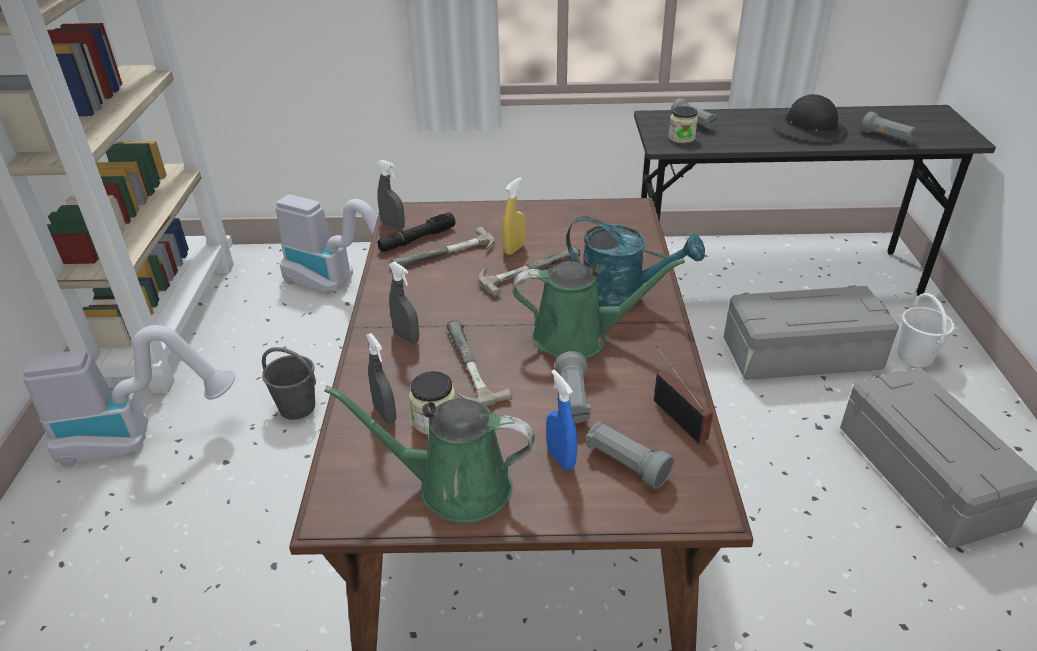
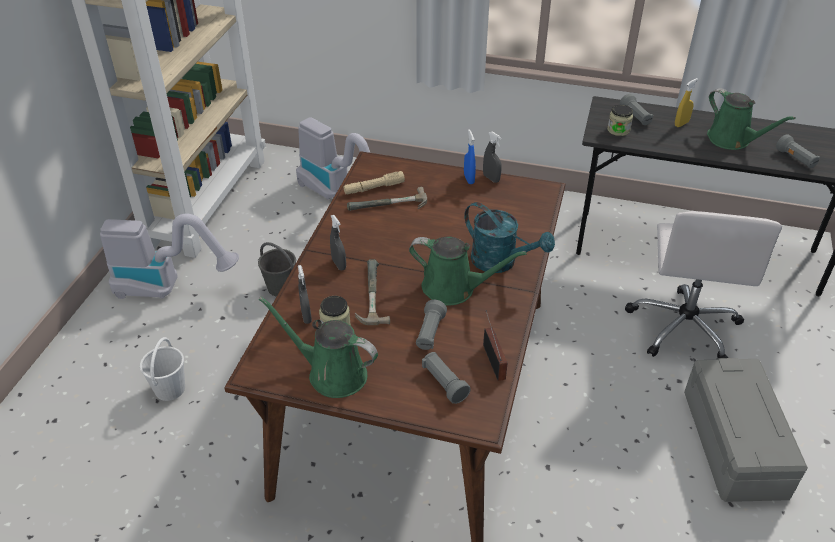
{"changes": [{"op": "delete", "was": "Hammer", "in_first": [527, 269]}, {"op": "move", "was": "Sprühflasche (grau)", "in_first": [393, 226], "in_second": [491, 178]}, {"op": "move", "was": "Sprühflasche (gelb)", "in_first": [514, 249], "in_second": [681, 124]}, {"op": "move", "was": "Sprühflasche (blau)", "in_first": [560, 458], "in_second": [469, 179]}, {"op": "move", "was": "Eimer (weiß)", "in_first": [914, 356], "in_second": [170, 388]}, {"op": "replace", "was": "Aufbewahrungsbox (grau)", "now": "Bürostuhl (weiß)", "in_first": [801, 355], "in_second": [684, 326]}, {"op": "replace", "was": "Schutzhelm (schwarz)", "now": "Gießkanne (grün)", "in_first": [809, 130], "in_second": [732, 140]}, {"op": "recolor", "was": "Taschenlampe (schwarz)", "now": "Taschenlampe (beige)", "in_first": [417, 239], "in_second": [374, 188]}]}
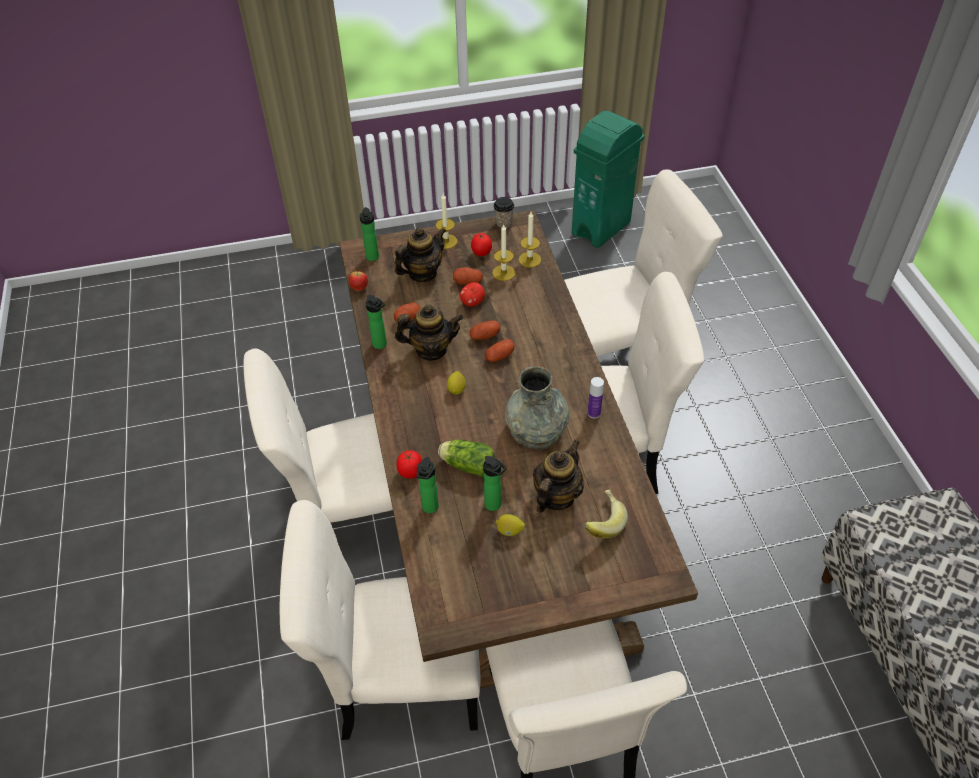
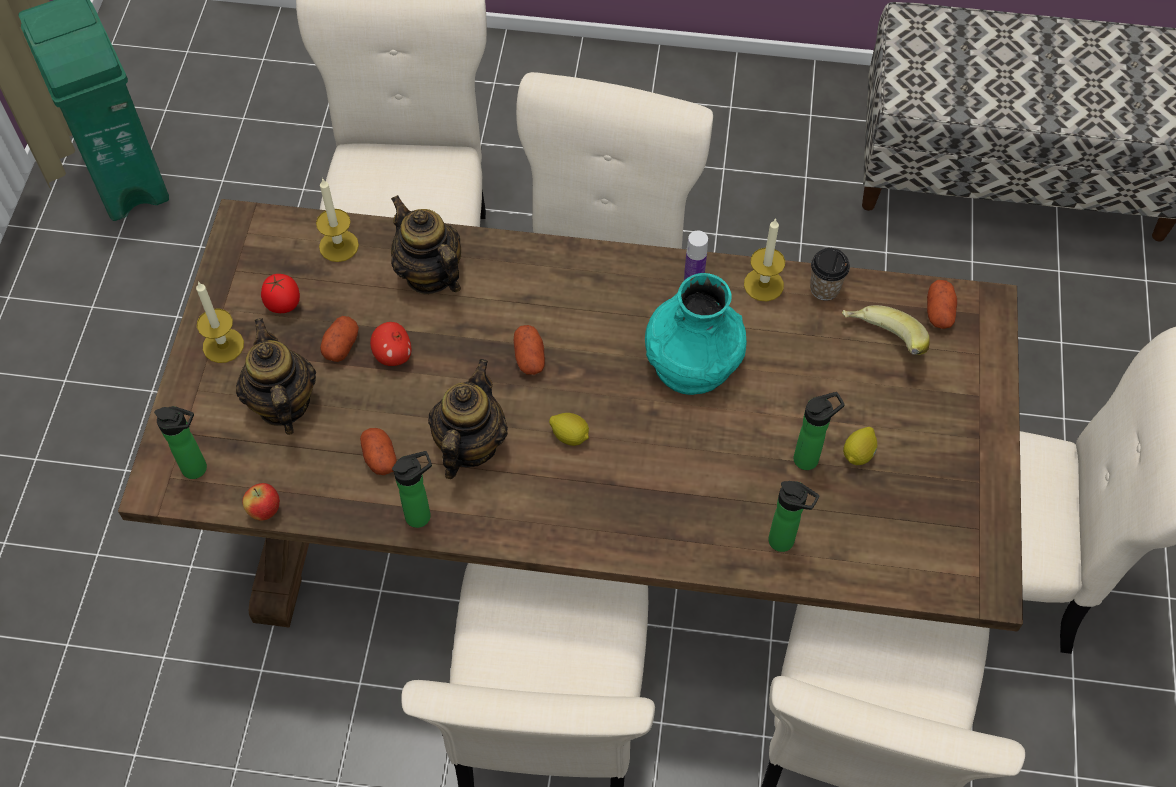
{"changes": [{"op": "delete", "was": "Tomate", "in_first": [410, 472]}, {"op": "delete", "was": "Salatkopf", "in_first": [466, 465]}, {"op": "move", "was": "Kartoffel", "in_first": [485, 336], "in_second": [939, 312]}, {"op": "move", "was": "Kerze", "in_first": [503, 273], "in_second": [763, 284]}, {"op": "move", "was": "Tasse", "in_first": [504, 223], "in_second": [824, 289]}, {"op": "move", "was": "Teekanne", "in_first": [556, 496], "in_second": [429, 274]}, {"op": "recolor", "was": "Vase (grau)", "now": "Vase (türkis)", "in_first": [536, 429], "in_second": [692, 360]}]}
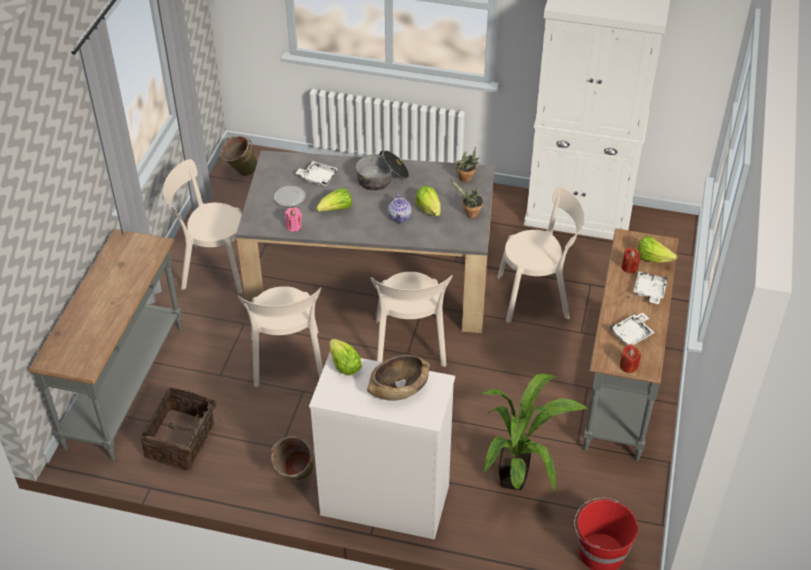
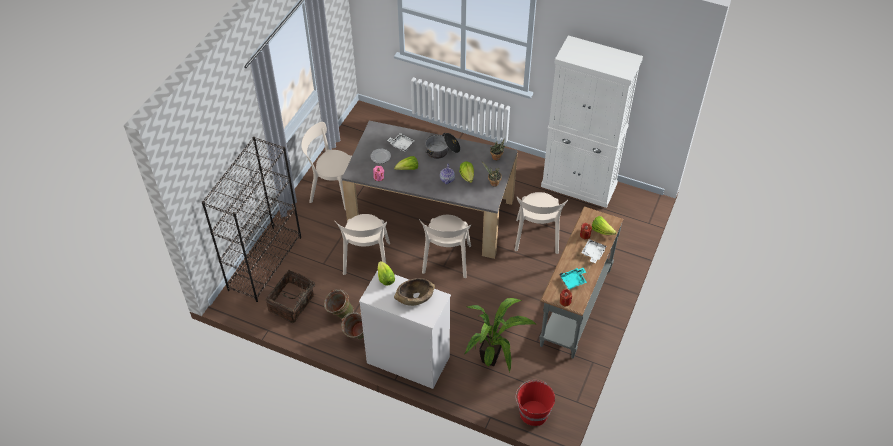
{"changes": [{"op": "move", "was": "Eimer (grün)", "in_first": [240, 172], "in_second": [339, 315]}, {"op": "replace", "was": "Konsolentisch (grau)", "now": "Bücherregal (schwarz)", "in_first": [127, 386], "in_second": [265, 263]}, {"op": "recolor", "was": "Tablett (weiß)", "now": "Tablett (türkis)", "in_first": [632, 334], "in_second": [573, 281]}, {"op": "rotate", "was": "Stuhl (beige)", "in_first": [537, 296], "in_second": [537, 238], "clockwise": 90}]}
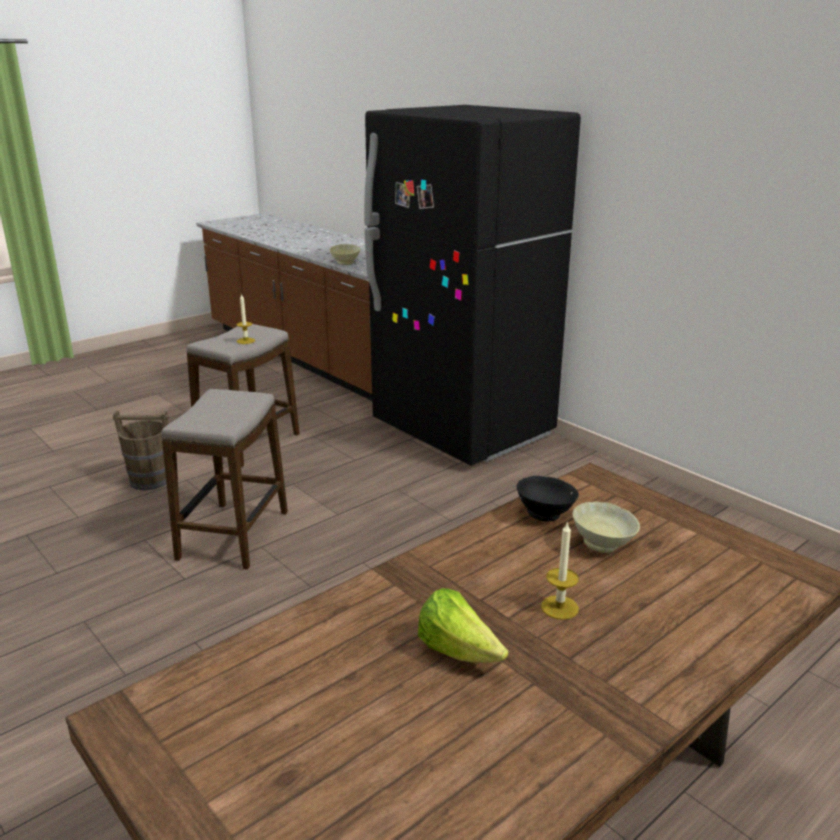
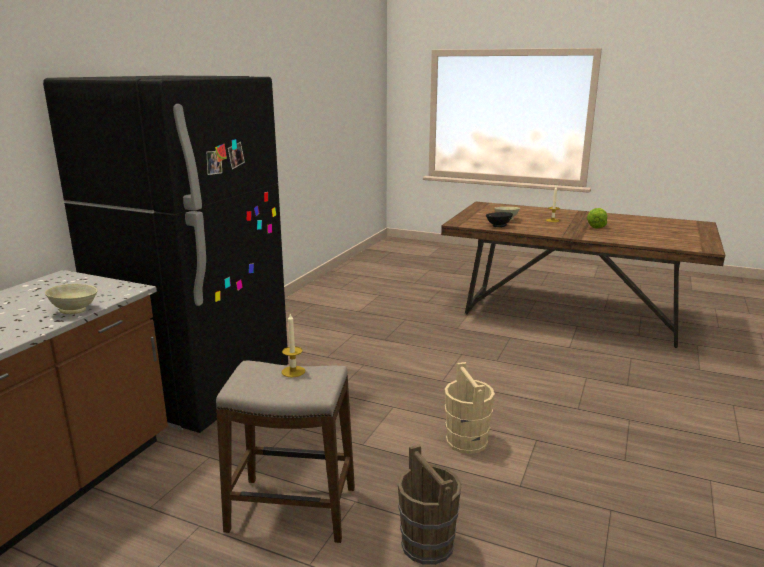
{"changes": [{"op": "replace", "was": "Hocker", "now": "Eimer (beige)", "in_first": [233, 535], "in_second": [466, 441]}]}
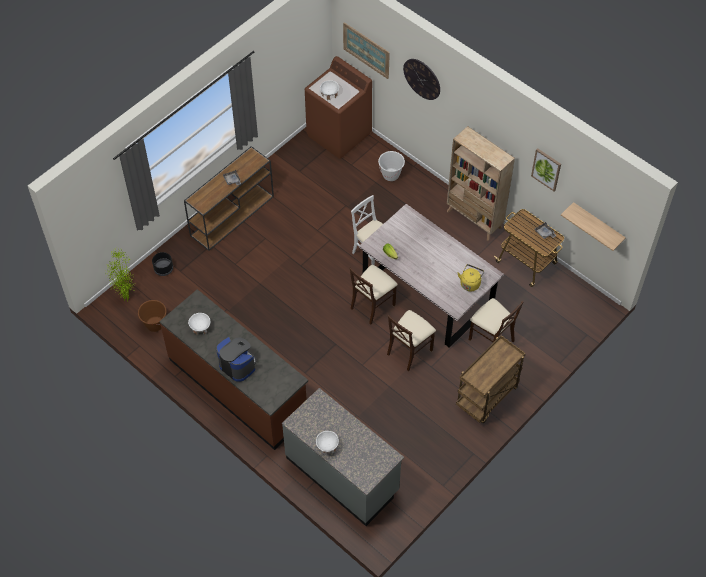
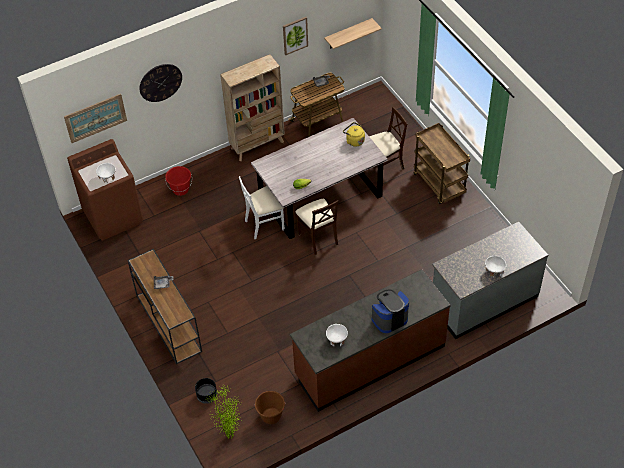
{"changes": [{"op": "delete", "was": "Stuhl (beige)", "in_first": [409, 351]}, {"op": "recolor", "was": "Eimer (weiß)", "now": "Eimer (rot)", "in_first": [391, 175], "in_second": [180, 189]}]}
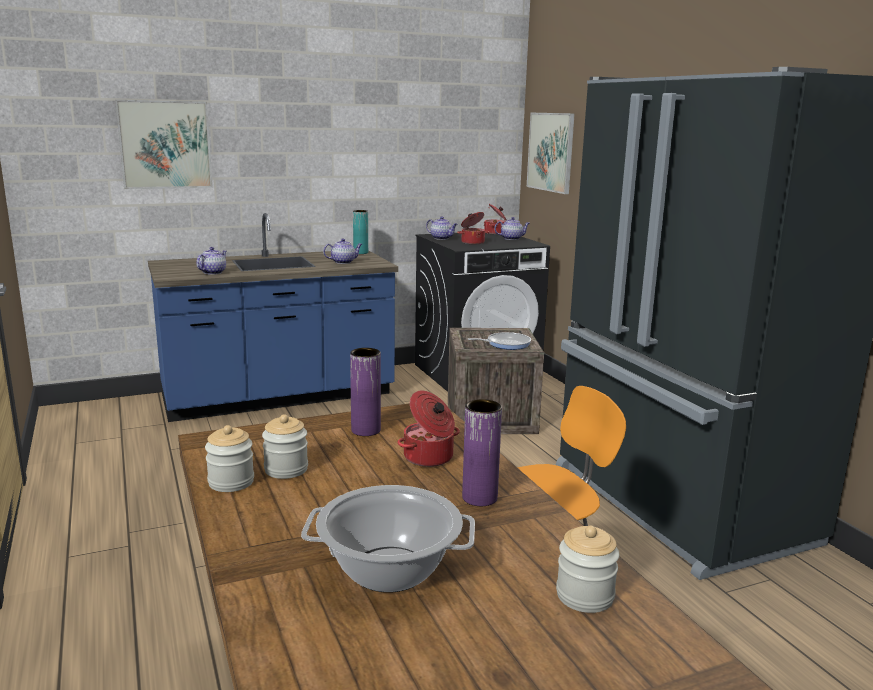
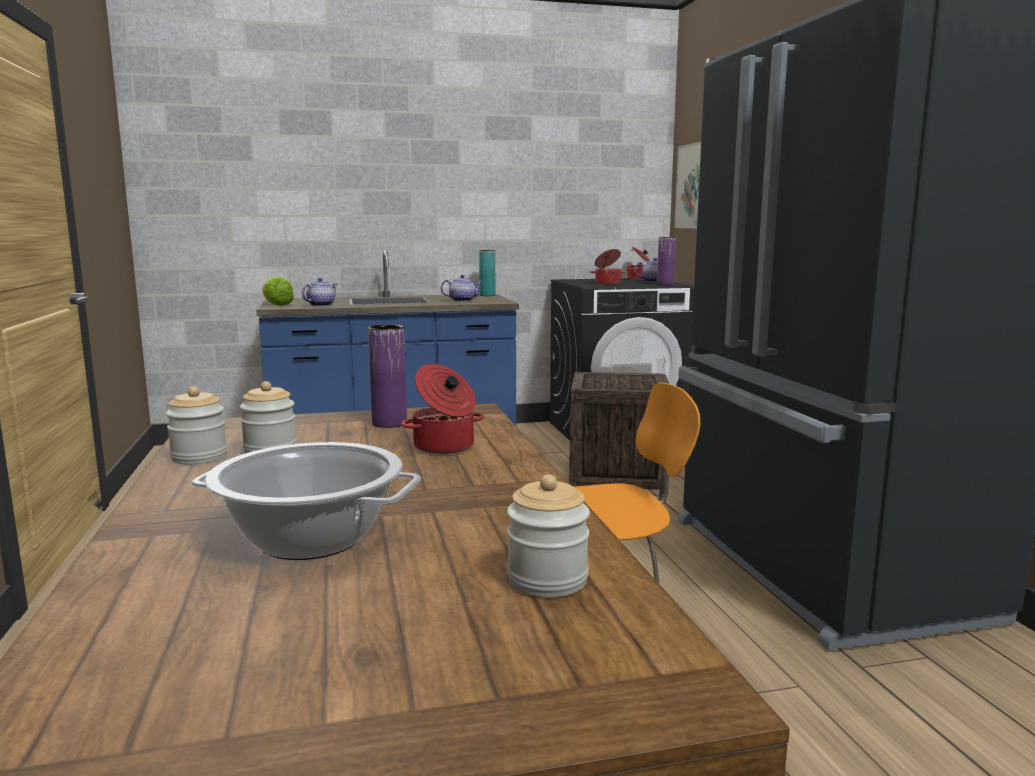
{"changes": [{"op": "delete", "was": "Bild", "in_first": [165, 145]}, {"op": "delete", "was": "Teekanne", "in_first": [442, 238]}, {"op": "delete", "was": "Pfanne", "in_first": [506, 344]}, {"op": "insert", "now": "Salatkopf", "in_second": [276, 305]}, {"op": "move", "was": "Vase (lila)", "in_first": [479, 498], "in_second": [665, 284]}]}
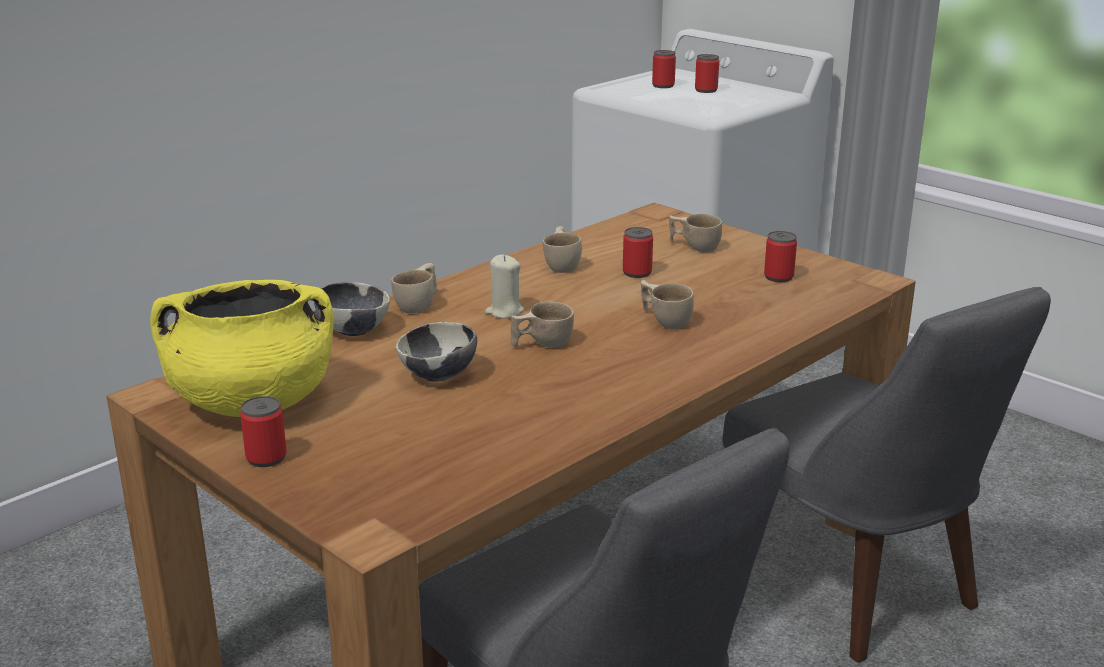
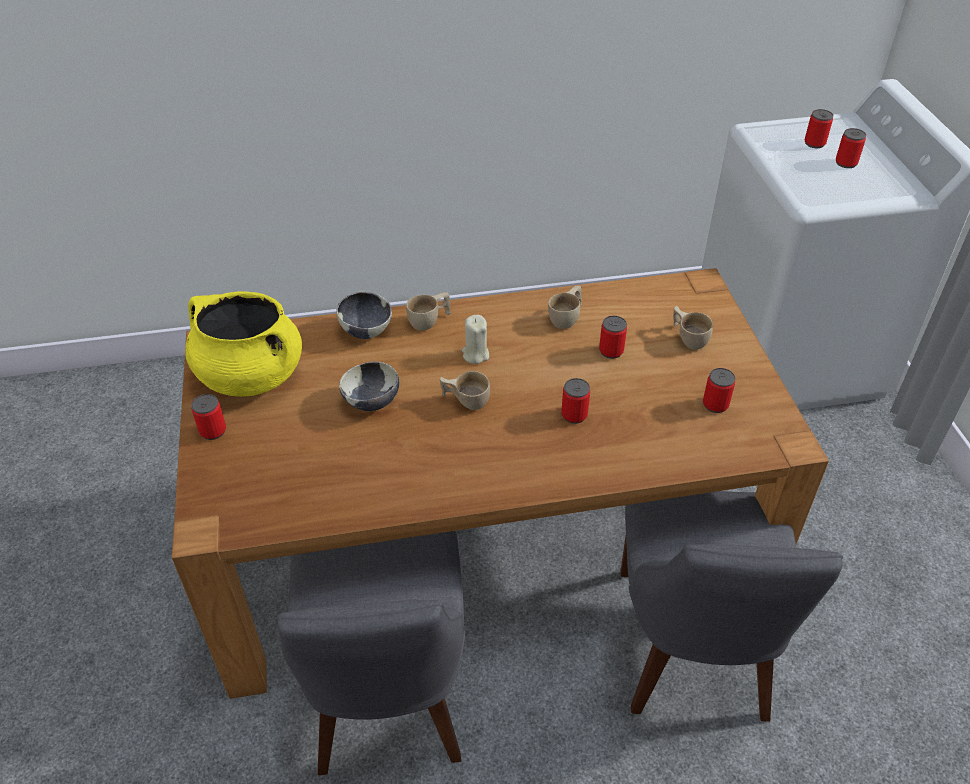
{"changes": [{"op": "replace", "was": "Tasse (beige)", "now": "Dose", "in_first": [664, 320], "in_second": [574, 415]}]}
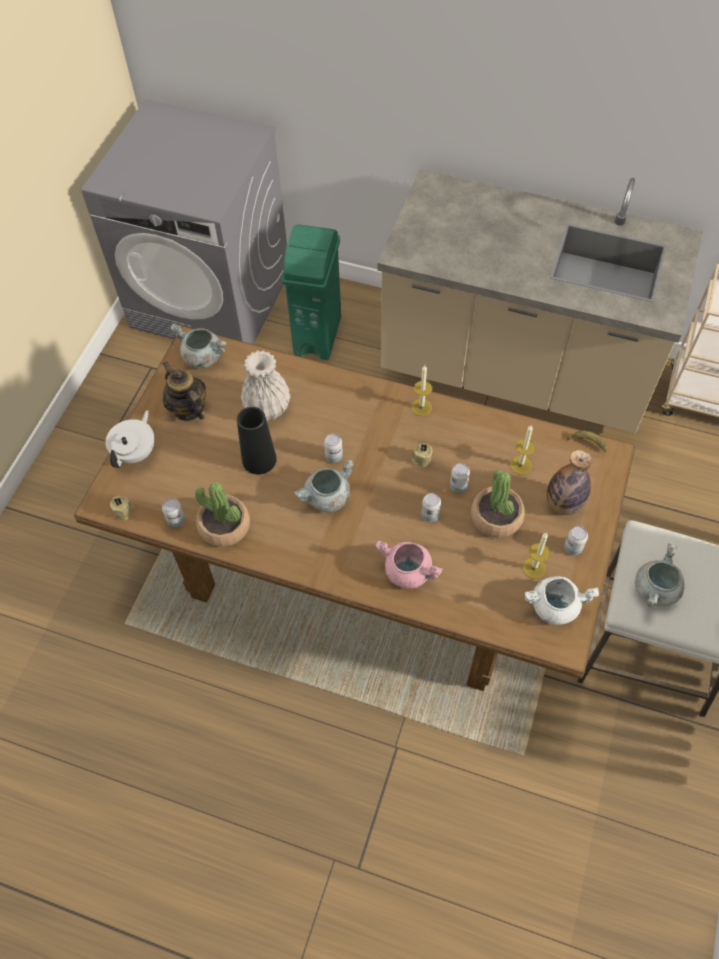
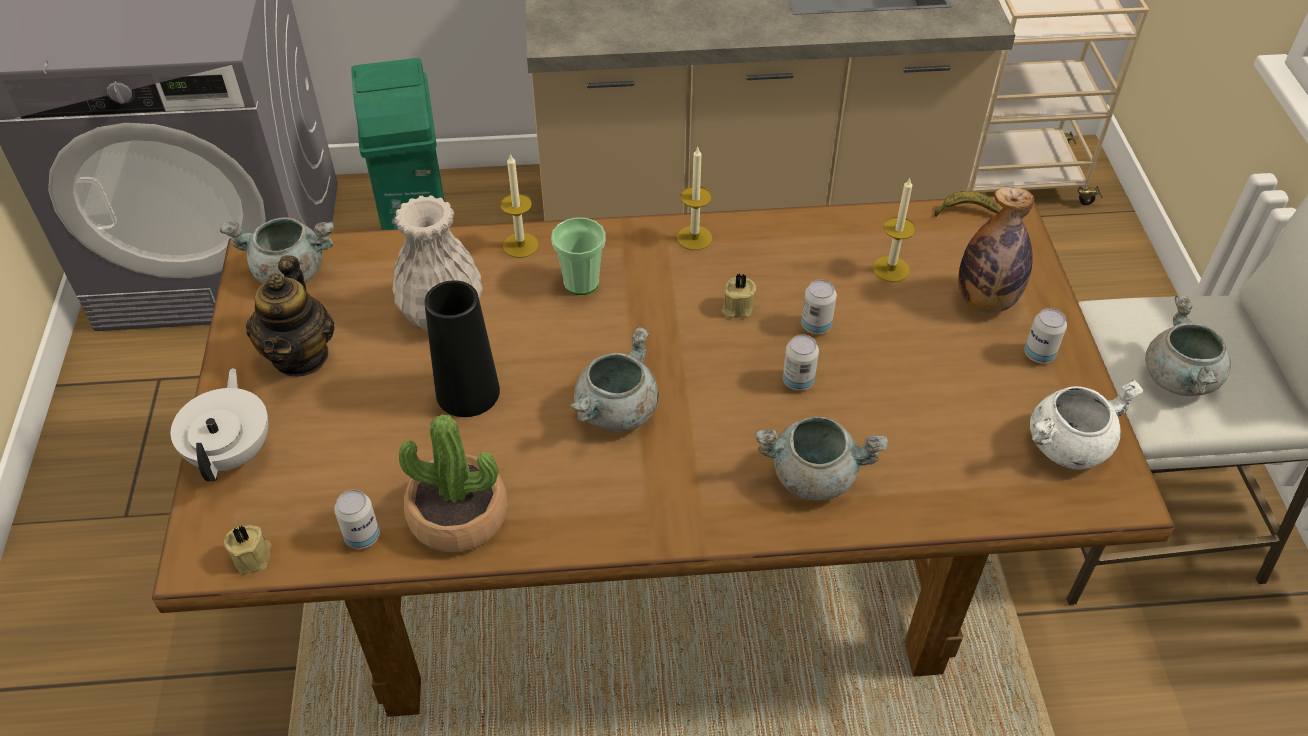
{"changes": [{"op": "delete", "was": "Dose", "in_first": [334, 456]}, {"op": "delete", "was": "Topfpflanze", "in_first": [496, 517]}, {"op": "insert", "now": "Tasse", "in_second": [581, 282]}, {"op": "move", "was": "Kerze", "in_first": [534, 568], "in_second": [520, 245]}, {"op": "recolor", "was": "Kochtopf (rosa)", "now": "Kochtopf (grau)", "in_first": [408, 571], "in_second": [814, 476]}, {"op": "rotate", "was": "Teekanne", "in_first": [188, 409], "in_second": [301, 355], "clockwise": -120}]}
